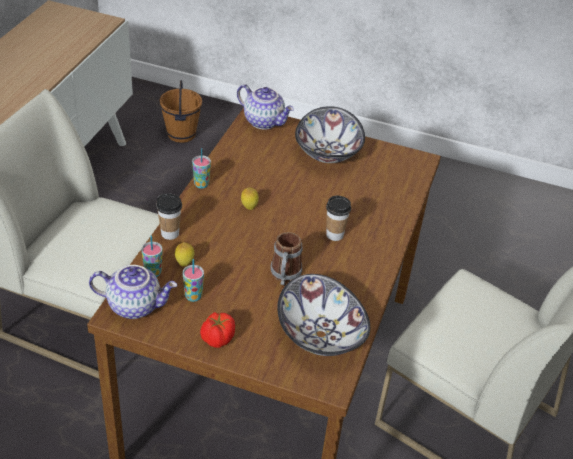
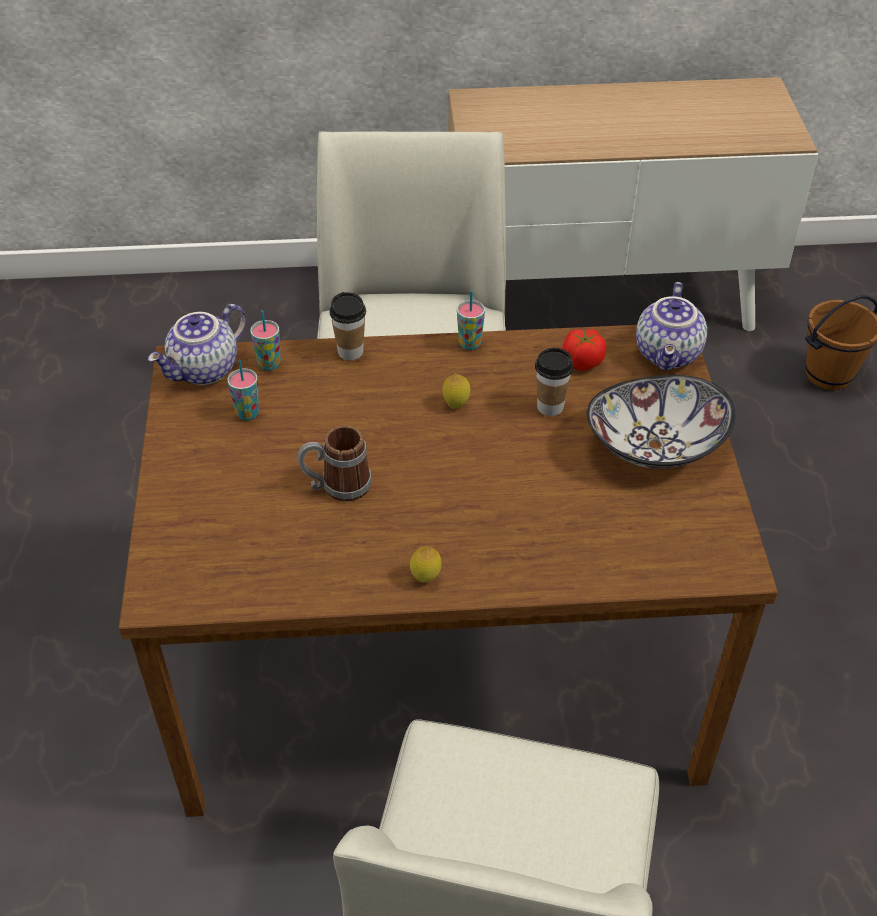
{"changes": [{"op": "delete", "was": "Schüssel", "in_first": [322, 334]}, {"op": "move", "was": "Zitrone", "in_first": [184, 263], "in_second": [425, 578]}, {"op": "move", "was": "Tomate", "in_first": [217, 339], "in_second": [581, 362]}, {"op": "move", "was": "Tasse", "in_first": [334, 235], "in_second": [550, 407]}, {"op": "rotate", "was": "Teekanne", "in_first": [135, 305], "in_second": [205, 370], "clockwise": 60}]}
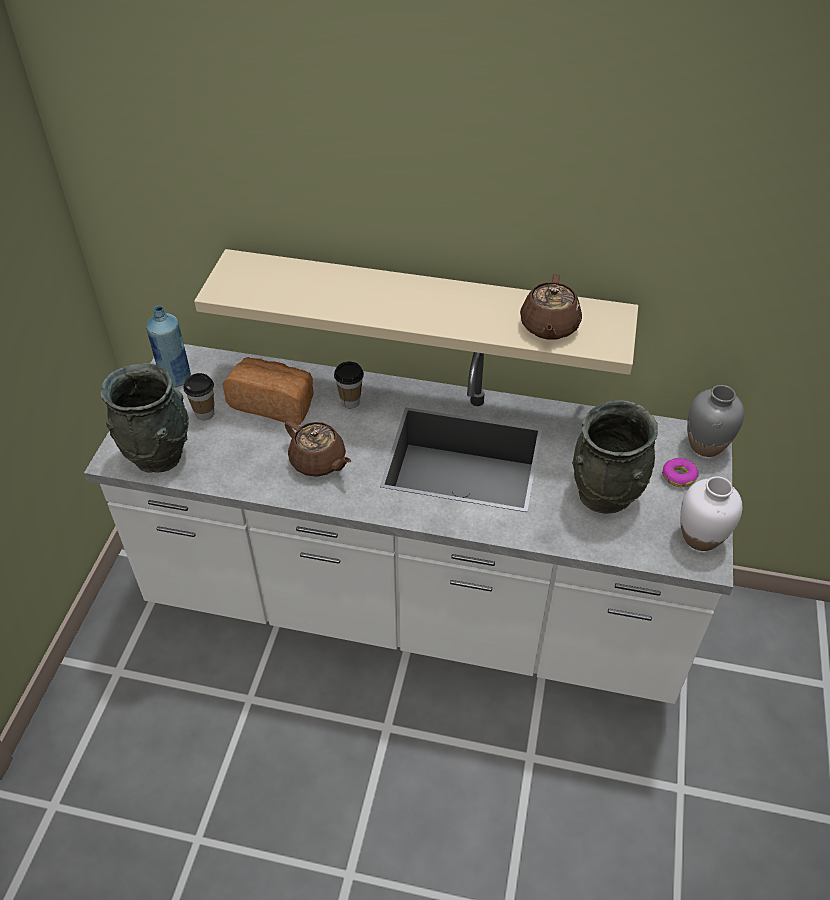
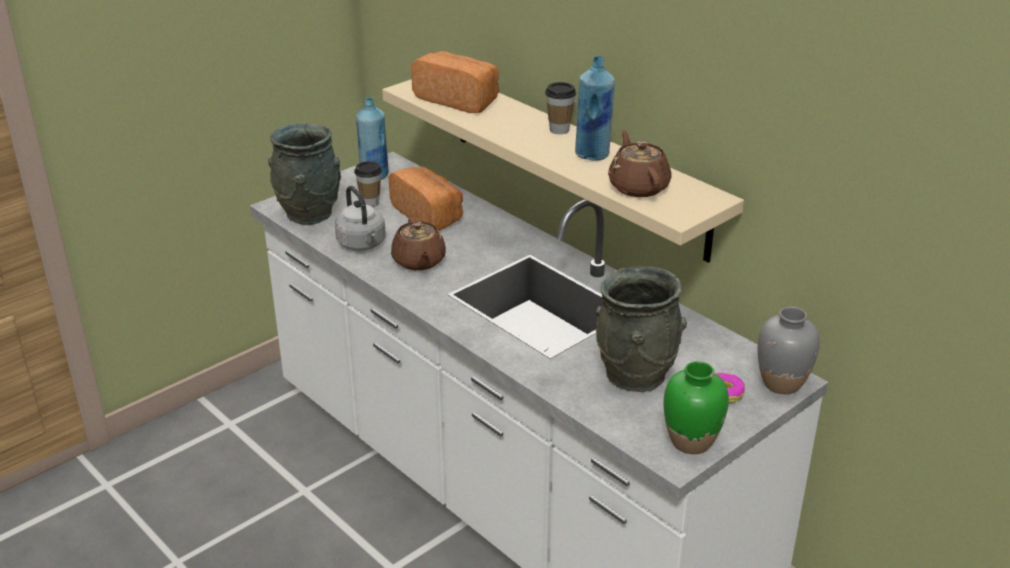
{"changes": [{"op": "insert", "now": "Wasserkessel (grau)", "in_second": [362, 244]}, {"op": "insert", "now": "Brot", "in_second": [459, 99]}, {"op": "insert", "now": "Flasche (blau)", "in_second": [592, 154]}, {"op": "move", "was": "Tasse", "in_first": [350, 402], "in_second": [559, 130]}, {"op": "recolor", "was": "Vase (weiß)", "now": "Vase (grün)", "in_first": [700, 537], "in_second": [691, 441]}, {"op": "rotate", "was": "Teekanne (braun)", "in_first": [549, 327], "in_second": [638, 186], "clockwise": 120}]}
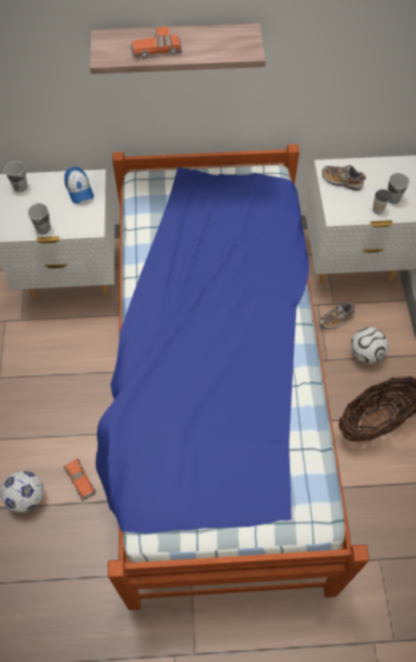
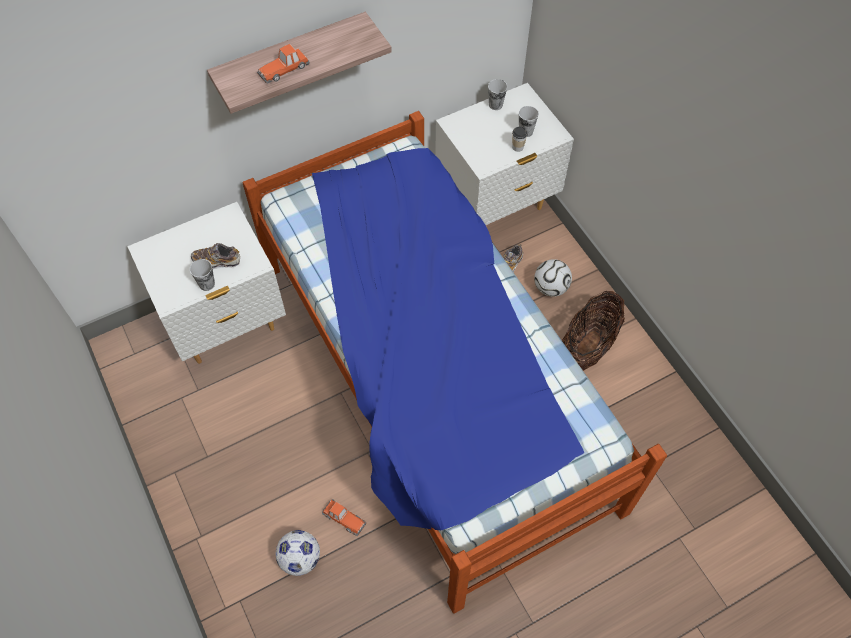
{"changes": [{"op": "delete", "was": "Kappe", "in_first": [79, 190]}, {"op": "move", "was": "Tasse", "in_first": [20, 186], "in_second": [495, 105]}, {"op": "move", "was": "Schuh", "in_first": [342, 181], "in_second": [217, 261]}]}
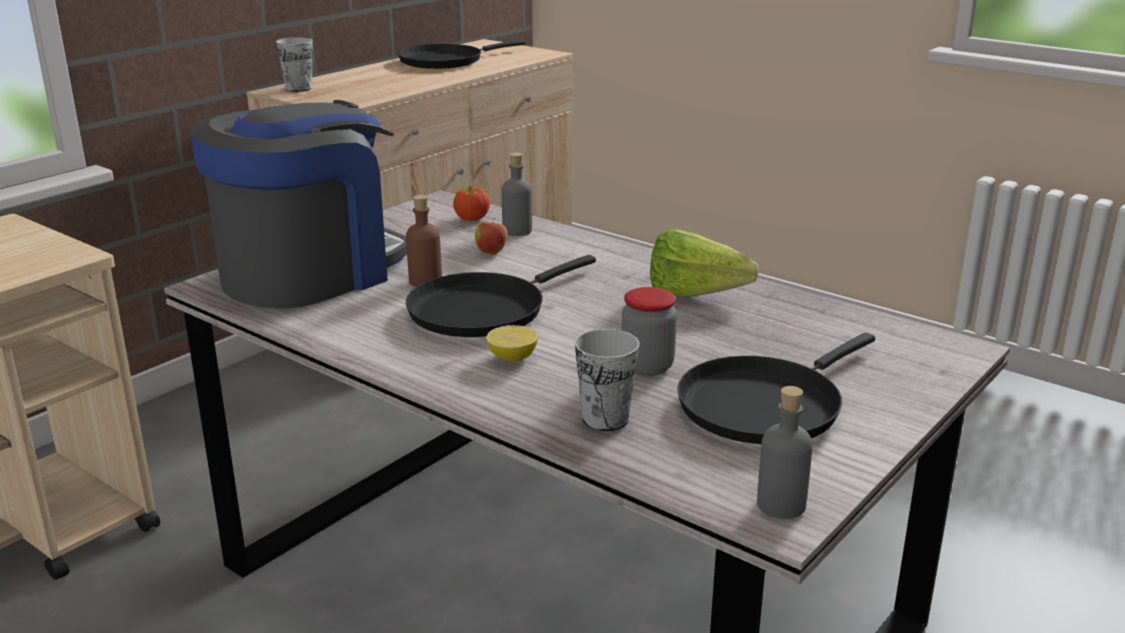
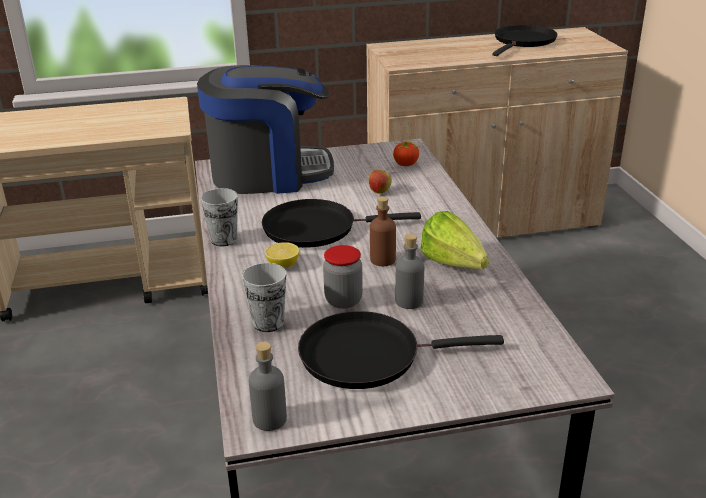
{"changes": [{"op": "move", "was": "Tasse", "in_first": [299, 88], "in_second": [224, 240]}, {"op": "move", "was": "Flasche (braun)", "in_first": [425, 281], "in_second": [382, 260]}, {"op": "move", "was": "Flasche (grau)", "in_first": [517, 231], "in_second": [409, 301]}, {"op": "rotate", "was": "Pfanne (schwarz)", "in_first": [445, 61], "in_second": [523, 42], "clockwise": 120}]}
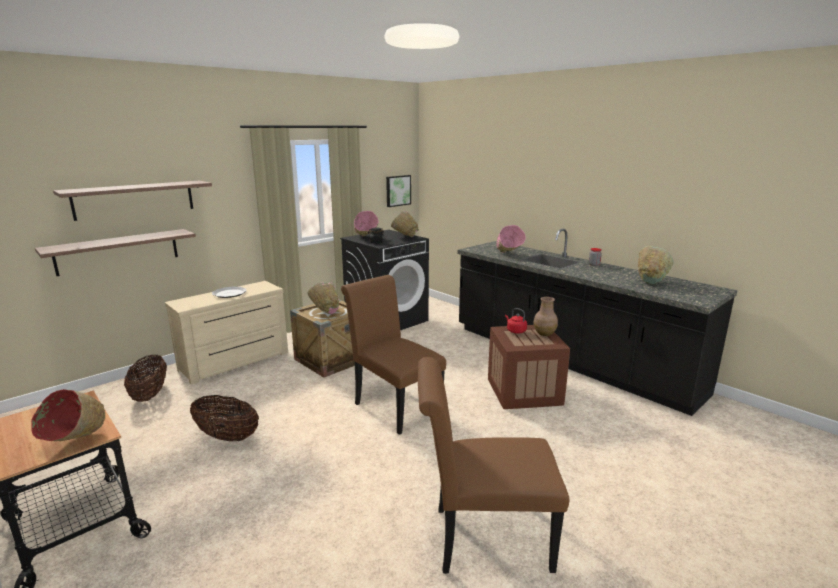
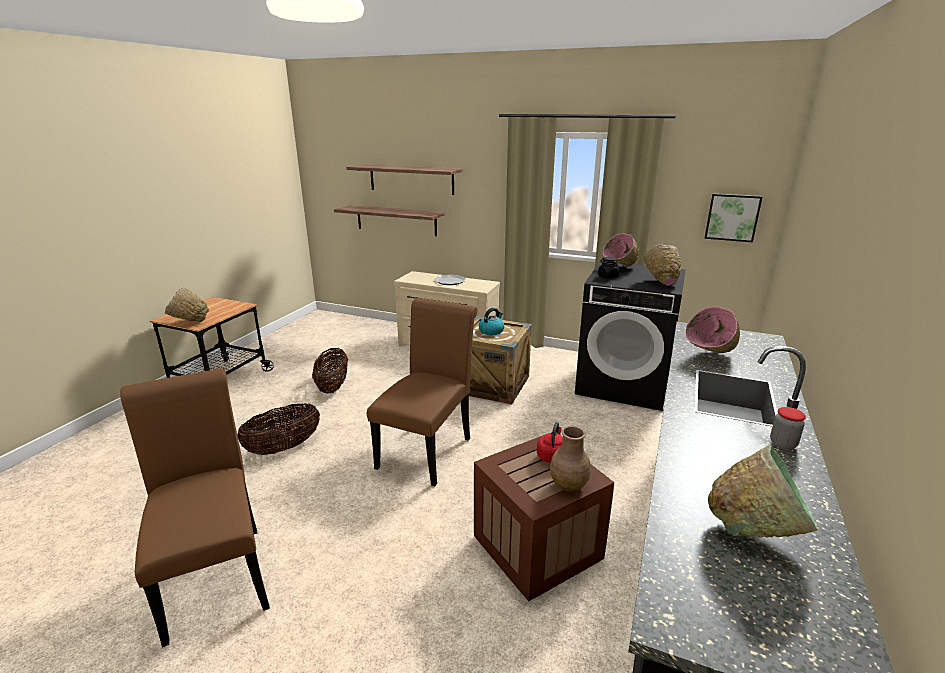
{"changes": [{"op": "move", "was": "Korb", "in_first": [150, 394], "in_second": [283, 448]}, {"op": "replace", "was": "Schüssel (rosa)", "now": "Wasserkessel", "in_first": [325, 312], "in_second": [491, 331]}]}
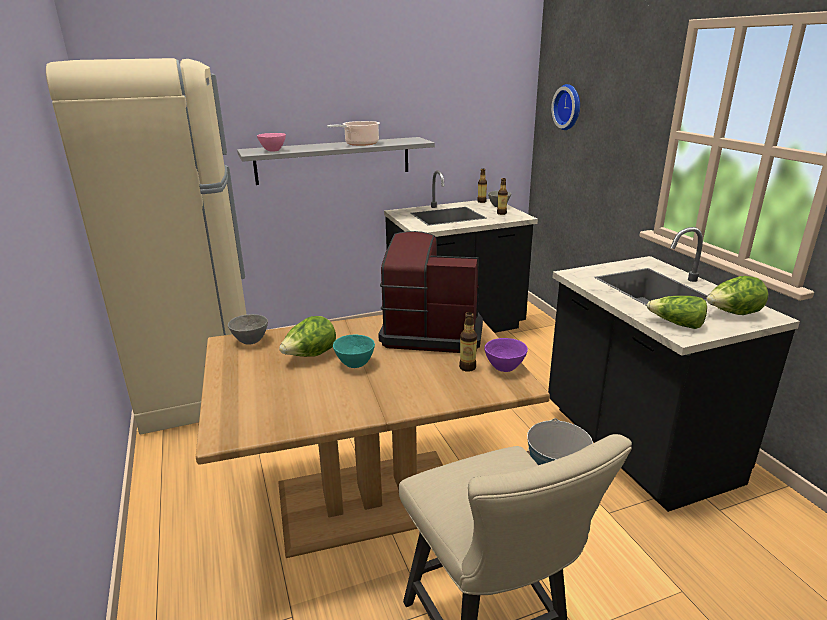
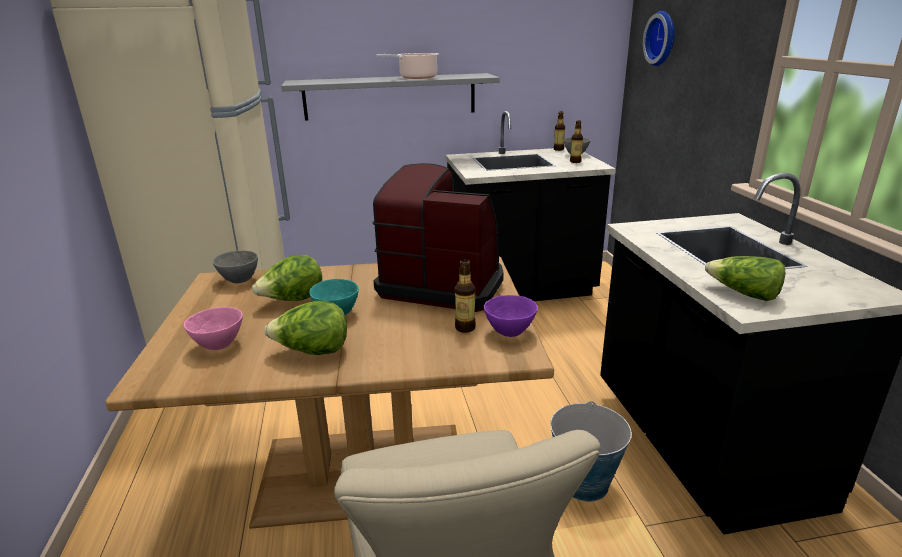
{"changes": [{"op": "move", "was": "Schüssel (rosa)", "in_first": [273, 151], "in_second": [219, 346]}, {"op": "move", "was": "Salatkopf", "in_first": [732, 314], "in_second": [312, 352]}]}
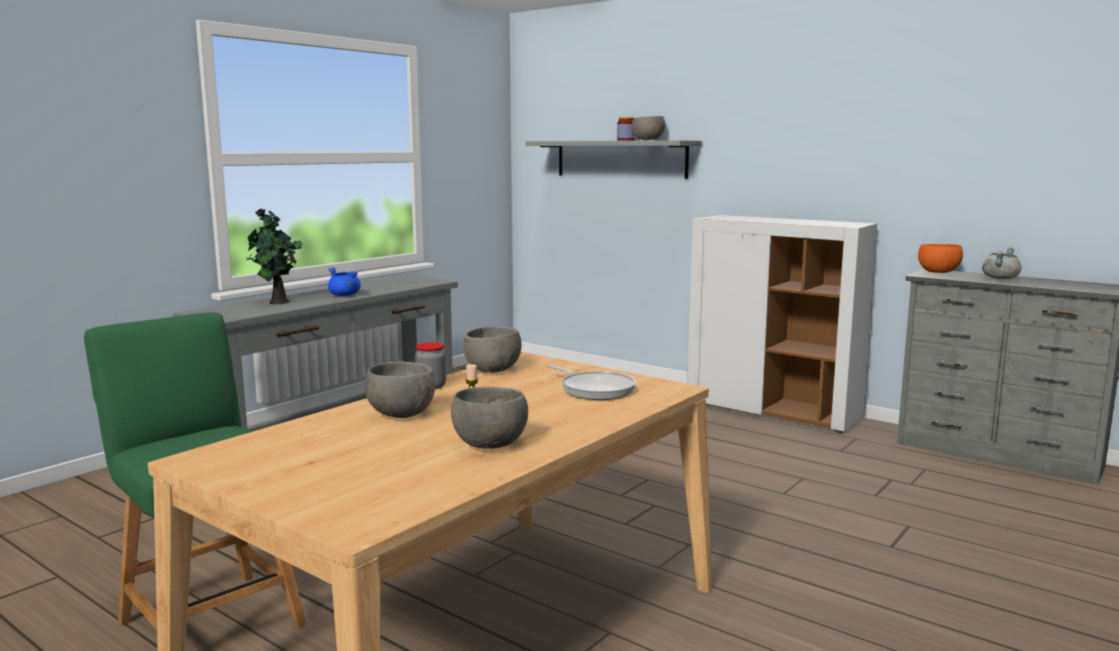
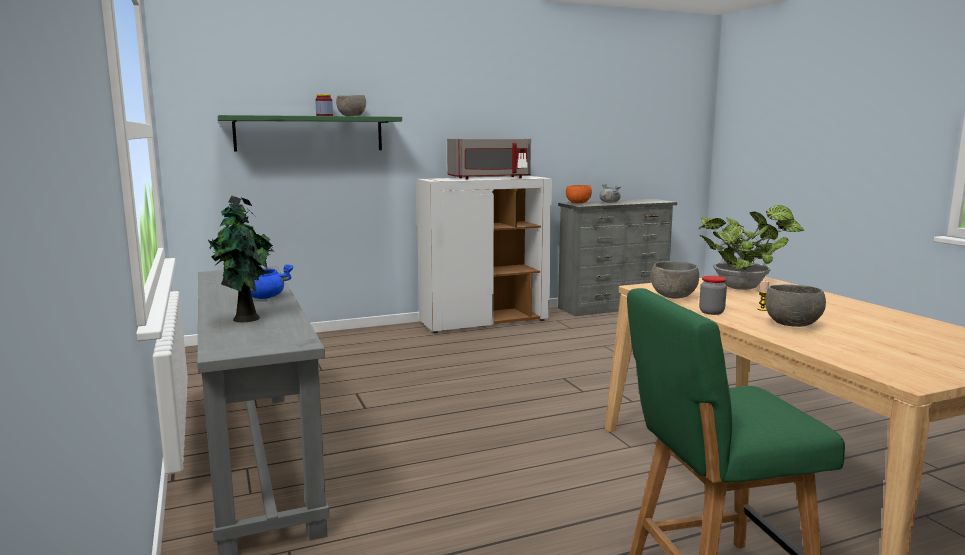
{"changes": [{"op": "delete", "was": "Schüssel (grau)", "in_first": [491, 445]}, {"op": "insert", "now": "Mikrowelle (grau)", "in_second": [490, 178]}, {"op": "replace", "was": "Pfanne", "now": "Topfpflanze", "in_first": [594, 389], "in_second": [744, 287]}, {"op": "recolor", "was": "Wandregal (grau)", "now": "Wandregal (grün)", "in_first": [620, 159], "in_second": [309, 133]}]}
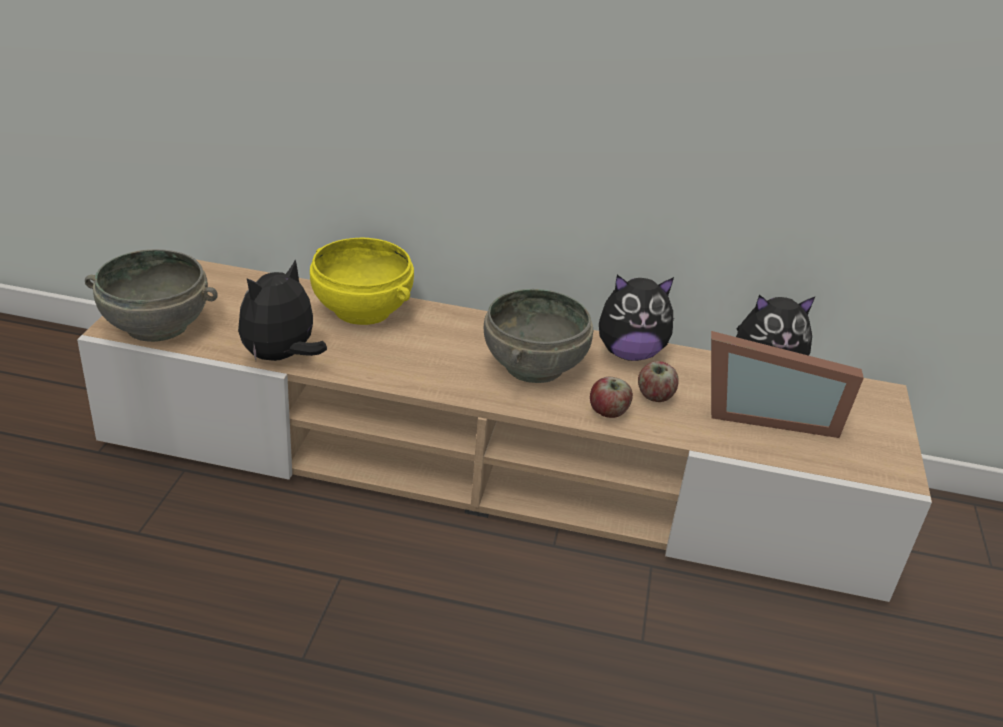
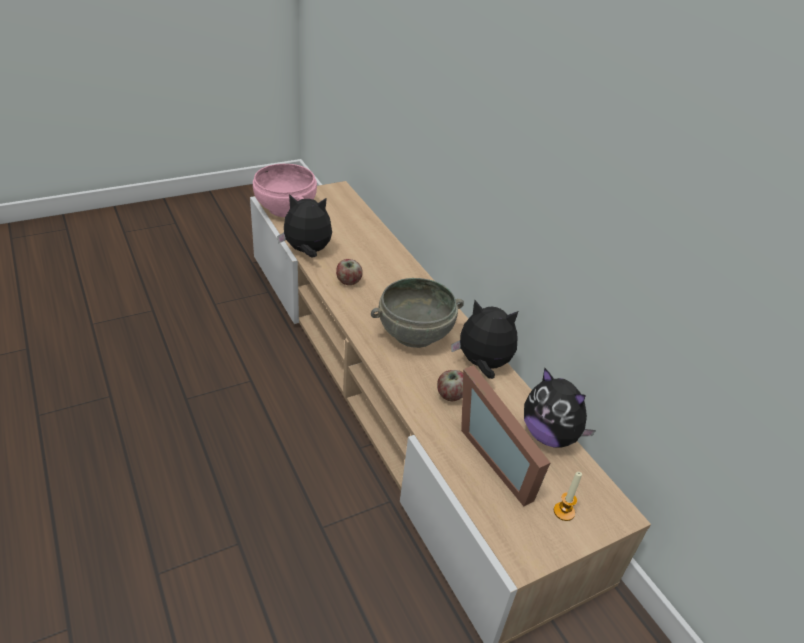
{"changes": [{"op": "delete", "was": "Schüssel (gelb)", "in_first": [363, 309]}, {"op": "insert", "now": "Kerze", "in_second": [564, 512]}, {"op": "move", "was": "Apfel", "in_first": [608, 412], "in_second": [348, 282]}, {"op": "recolor", "was": "Schüssel (grau)", "now": "Schüssel (rosa)", "in_first": [157, 325], "in_second": [286, 208]}, {"op": "rotate", "was": "Plüschtier", "in_first": [629, 353], "in_second": [482, 365], "clockwise": 150}]}
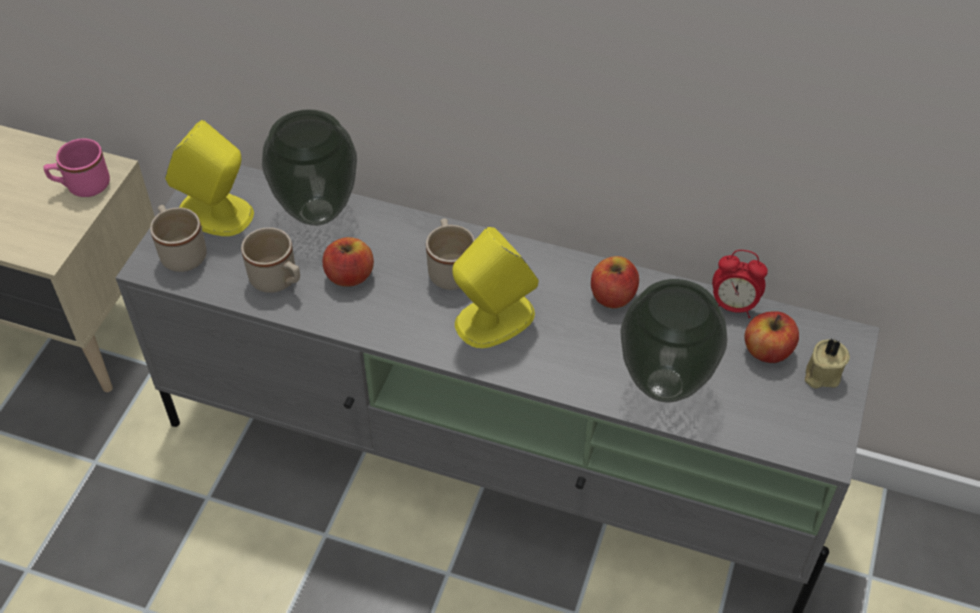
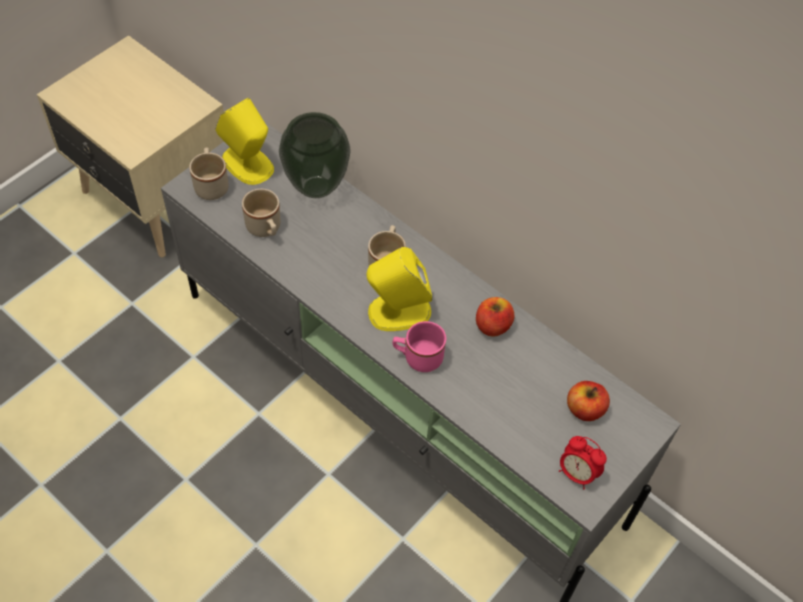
{"changes": [{"op": "delete", "was": "Apfel", "in_first": [349, 275]}, {"op": "delete", "was": "Vase", "in_first": [663, 385]}, {"op": "delete", "was": "Kerze (beige)", "in_first": [821, 374]}, {"op": "move", "was": "Henkelbecher (rosa)", "in_first": [82, 186], "in_second": [417, 357]}, {"op": "move", "was": "Wecker", "in_first": [733, 306], "in_second": [577, 473]}]}
